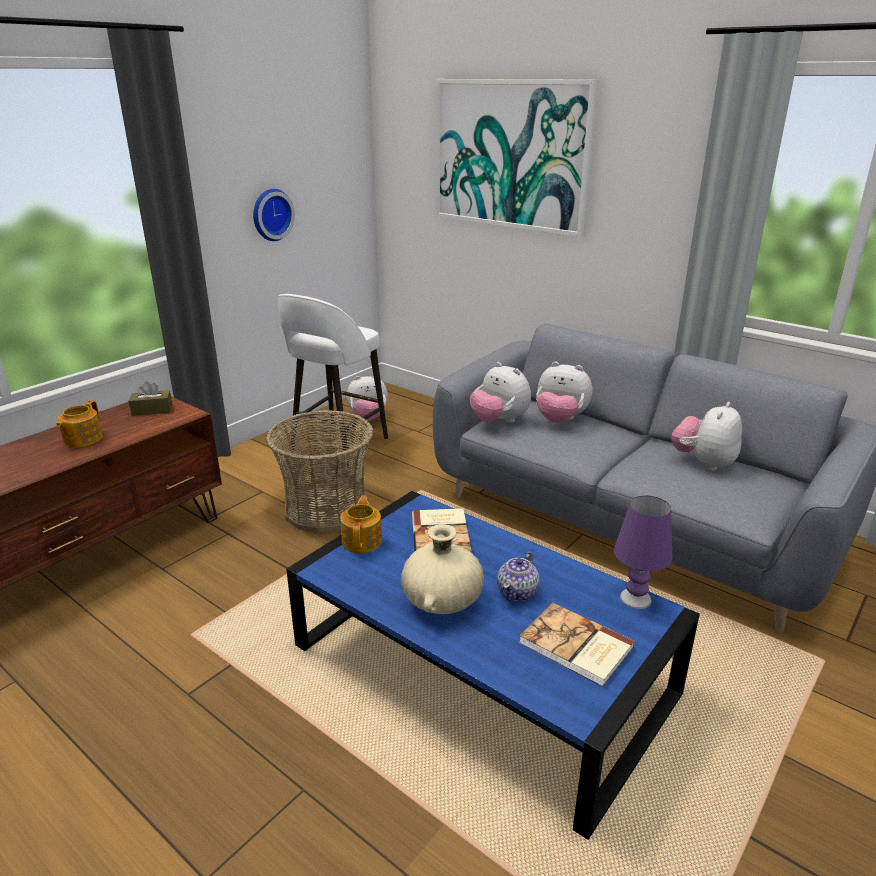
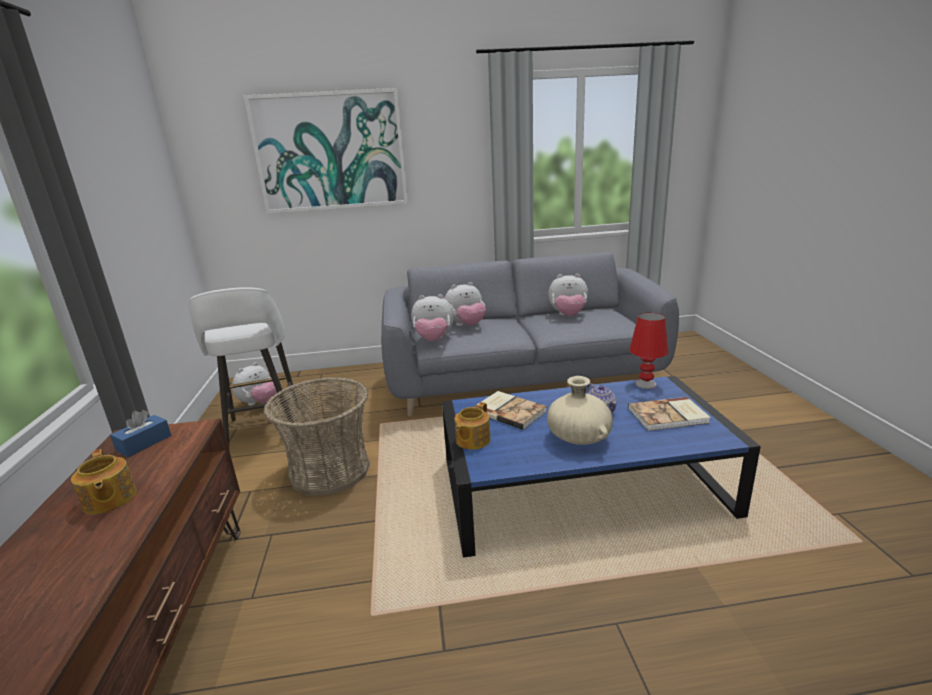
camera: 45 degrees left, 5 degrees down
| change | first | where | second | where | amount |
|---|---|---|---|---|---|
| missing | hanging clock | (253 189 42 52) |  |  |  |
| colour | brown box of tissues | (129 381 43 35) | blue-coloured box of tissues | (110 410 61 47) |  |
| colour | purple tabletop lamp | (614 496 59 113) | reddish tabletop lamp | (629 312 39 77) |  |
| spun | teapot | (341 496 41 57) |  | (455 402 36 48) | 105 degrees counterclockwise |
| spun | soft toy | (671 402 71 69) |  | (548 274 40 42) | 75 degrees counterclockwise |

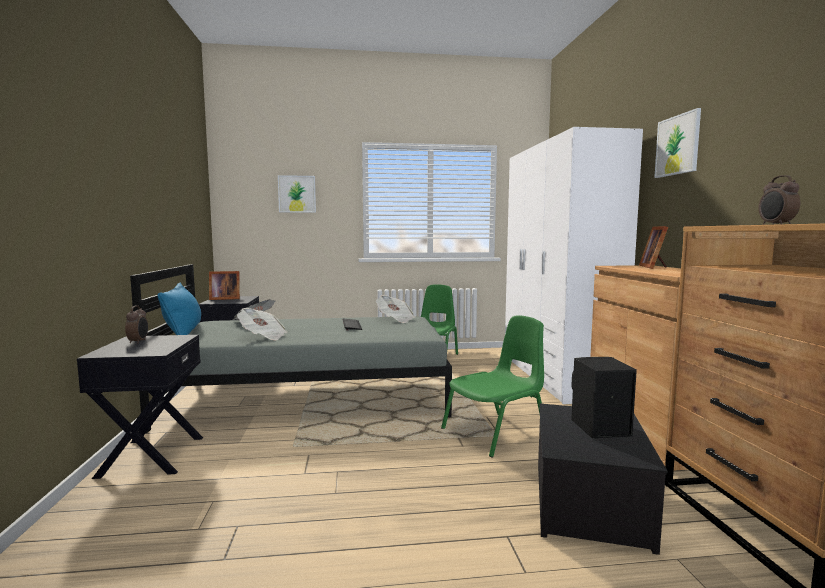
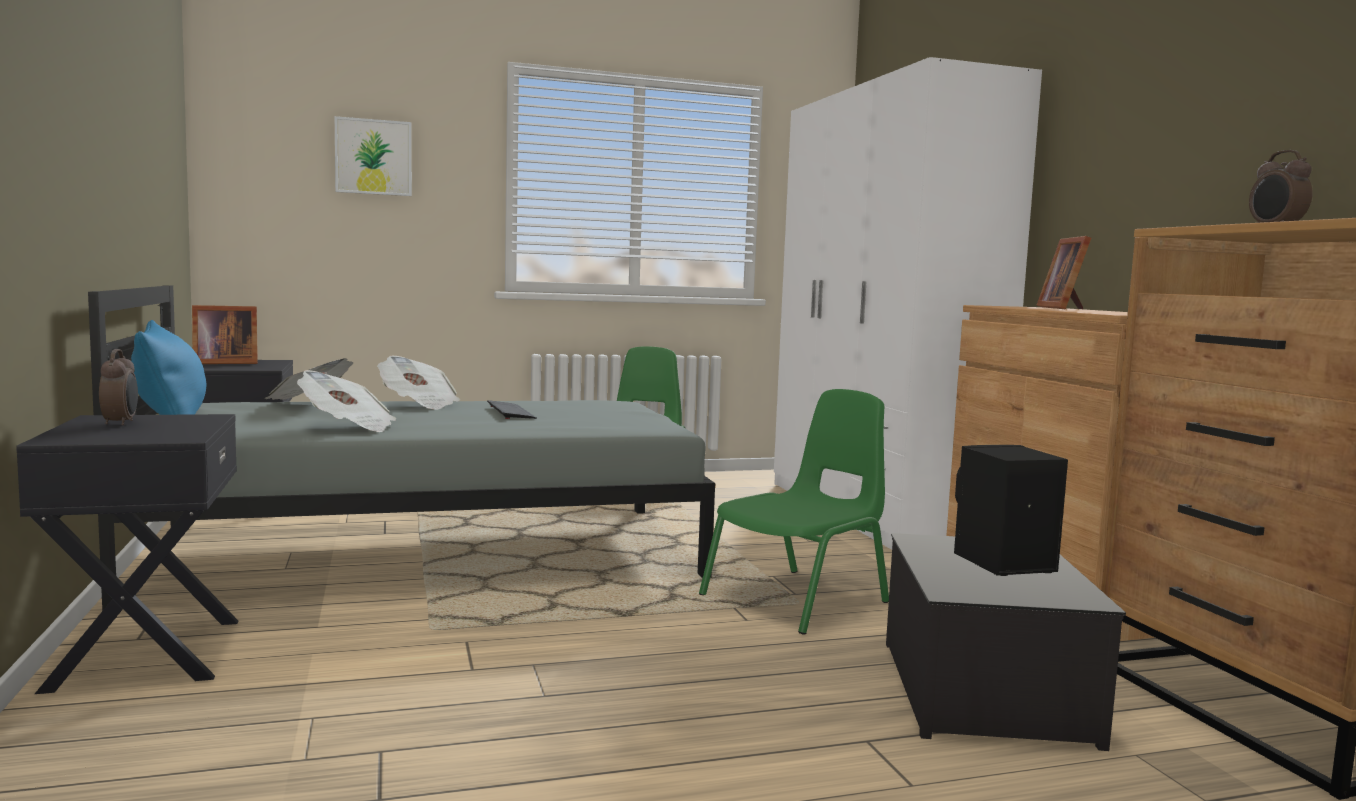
camera: 10 degrees left, 0 degrees up
| change | first | where | second | where | amount |
|---|---|---|---|---|---|
| missing | wall picture | (654 108 47 70) |  |  |  |
| relocated | newspaper | (376 295 39 28) |  | (377 356 83 54) |  |

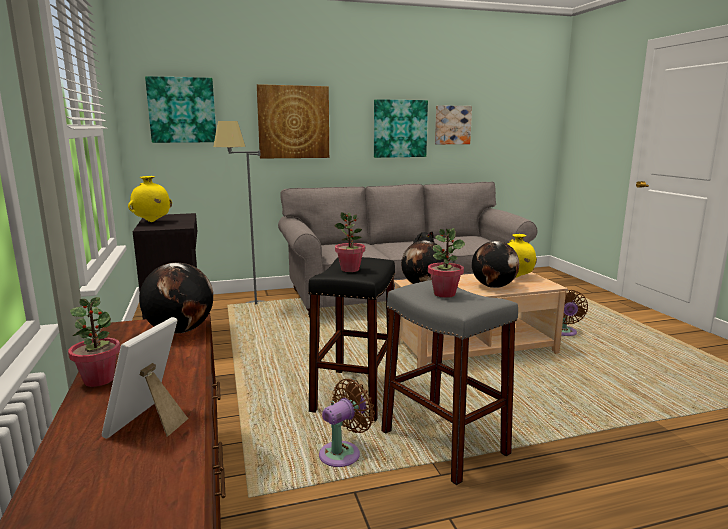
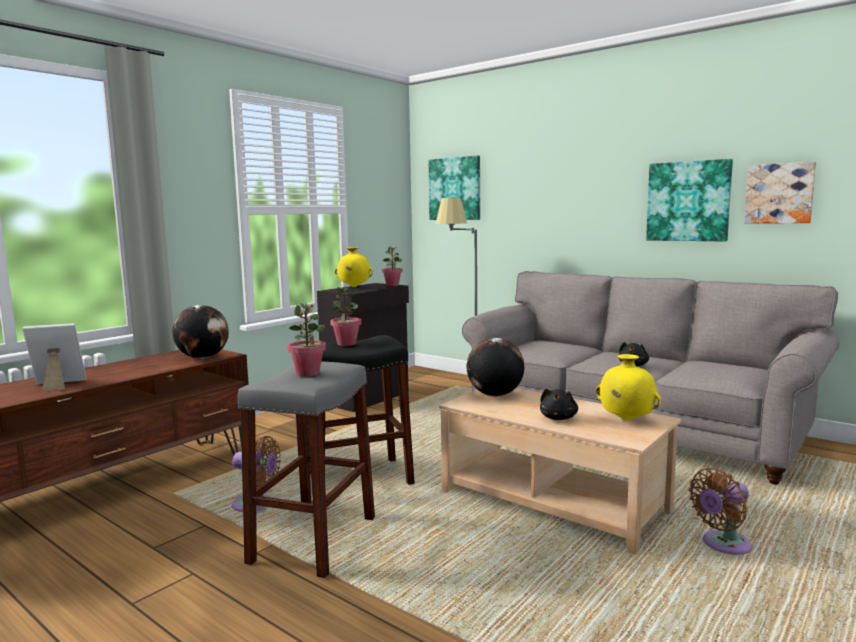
camera: 55 degrees right, 5 degrees down
| change | first | where | second | where | amount |
|---|---|---|---|---|---|
| missing | wall picture | (257 84 72 75) |  |  |  |
| relocated | potted plant | (68 297 52 90) |  | (382 246 20 40) |  |
| exchanged | world globe | (472 241 47 47) | blackish soft toy | (540 389 38 31) |  |

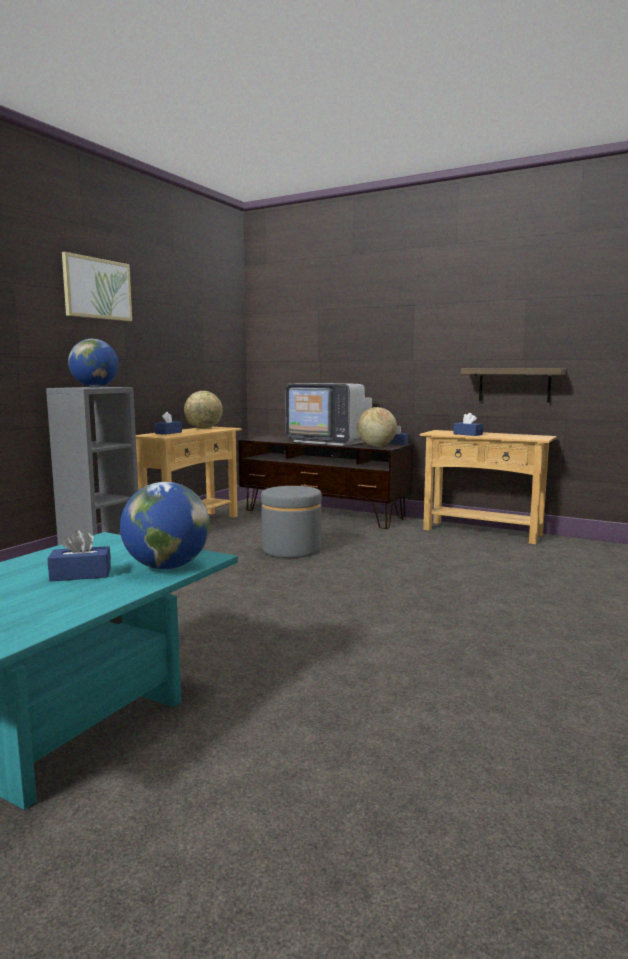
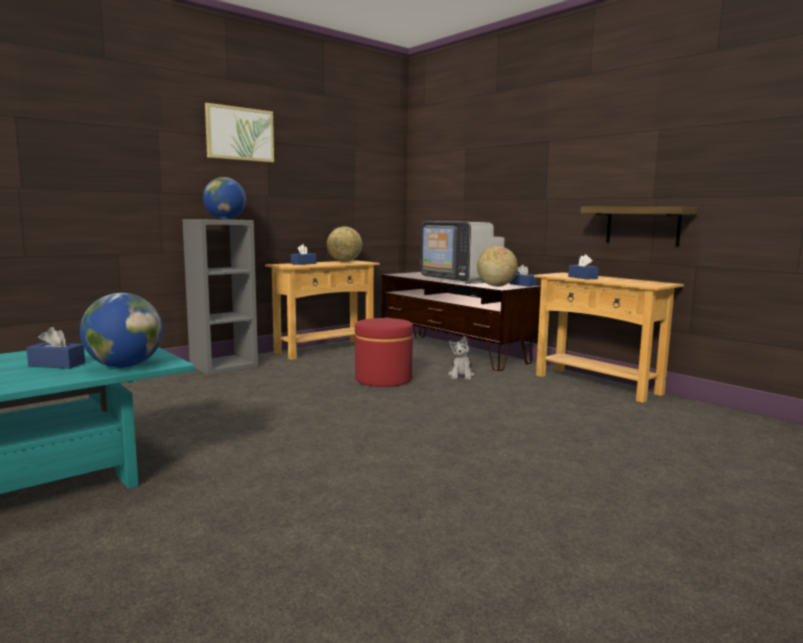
camera: 20 degrees right, 0 degrees up
| change | first | where | second | where | amount |
|---|---|---|---|---|---|
| appeared |  |  | soft toy | (448 336 27 44) |  |
| colour | grey footrest | (261 486 61 72) | reddish footrest | (355 318 58 69) |  |

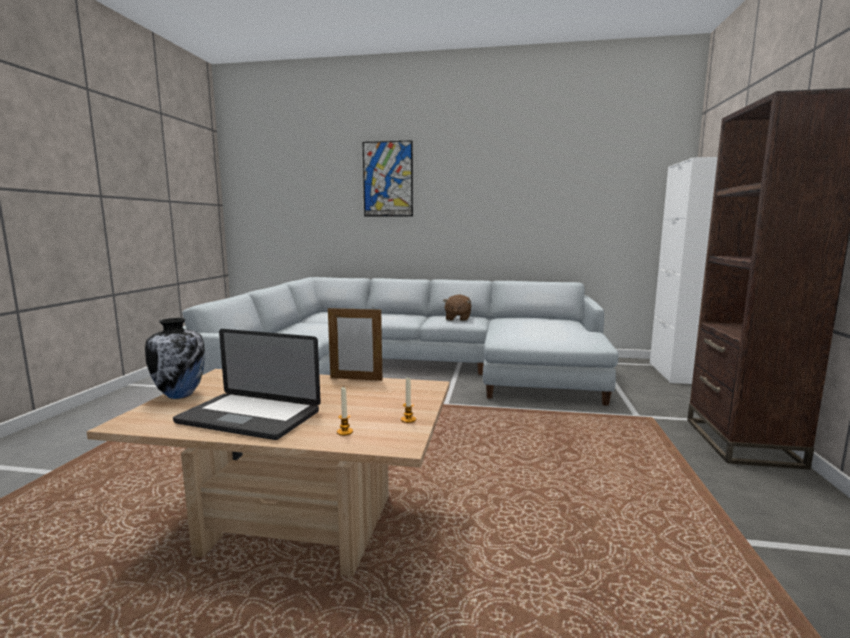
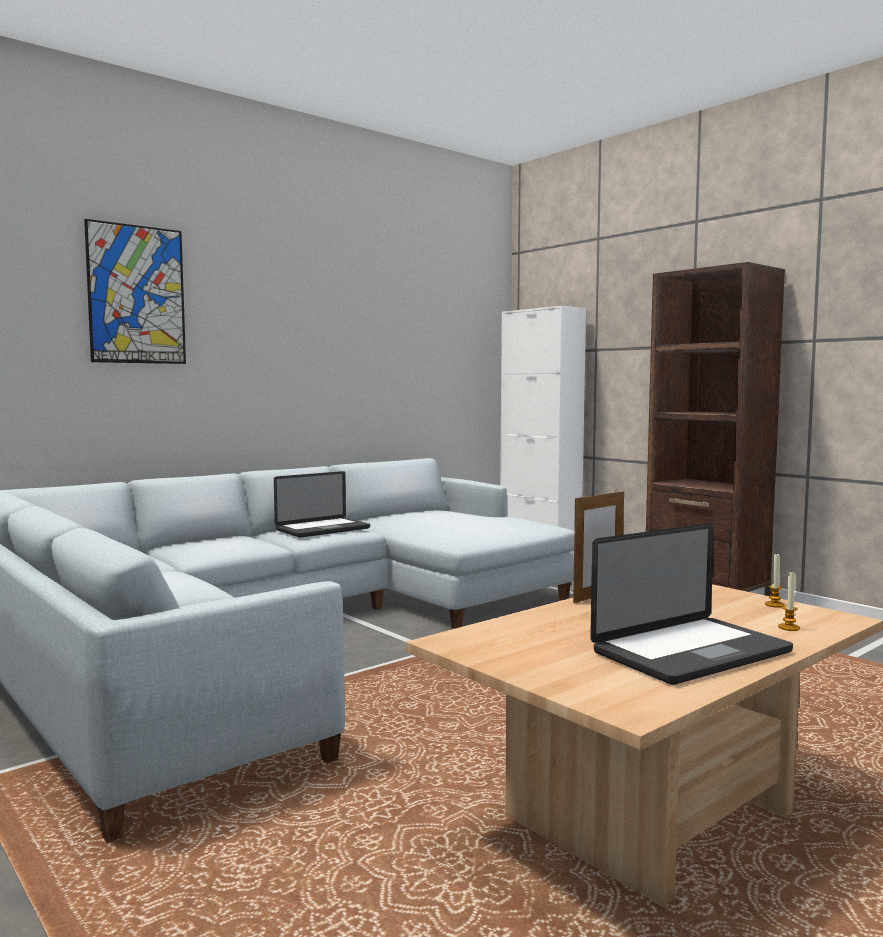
camera: 50 degrees left, 5 degrees down
| change | first | where | second | where | amount |
|---|---|---|---|---|---|
| missing | flower vase | (145 318 60 81) |  |  |  |
| exchanged | brown soft toy | (443 294 28 27) | portable computer | (274 471 96 67) |  |

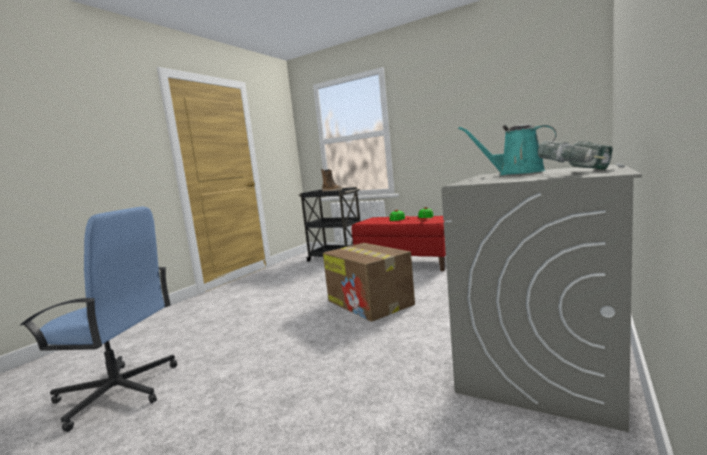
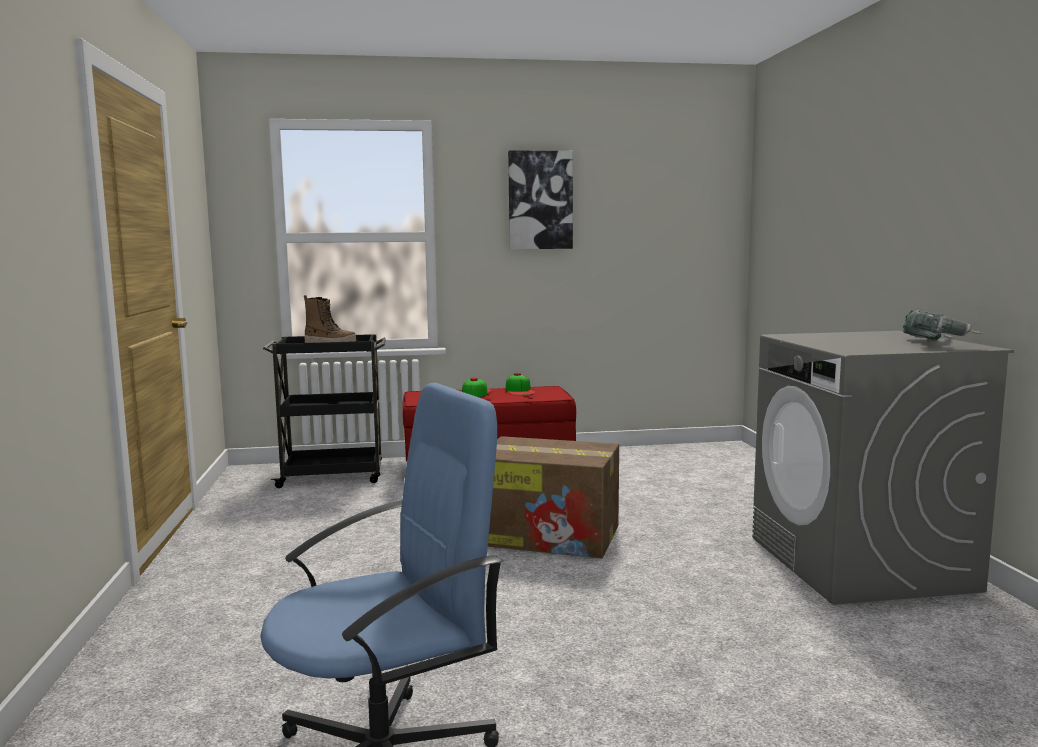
camera: 40 degrees left, 0 degrees up
| change | first | where | second | where | amount |
|---|---|---|---|---|---|
| missing | blue-green watering can | (458 124 99 51) |  |  |  |
| appeared |  |  | wall picture | (508 150 65 99) |  |

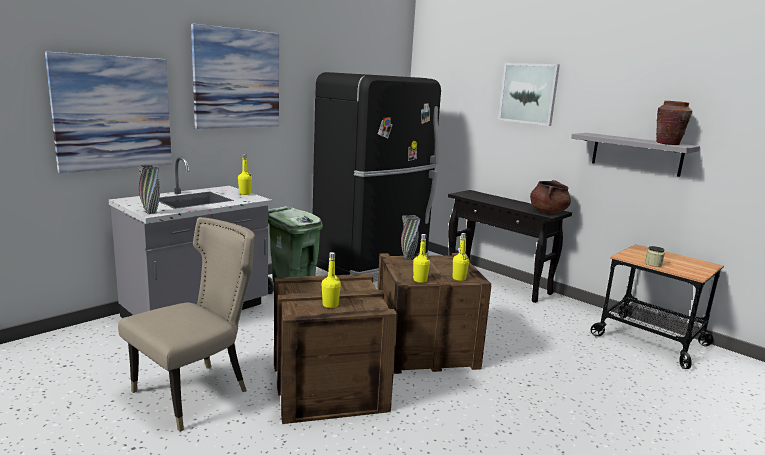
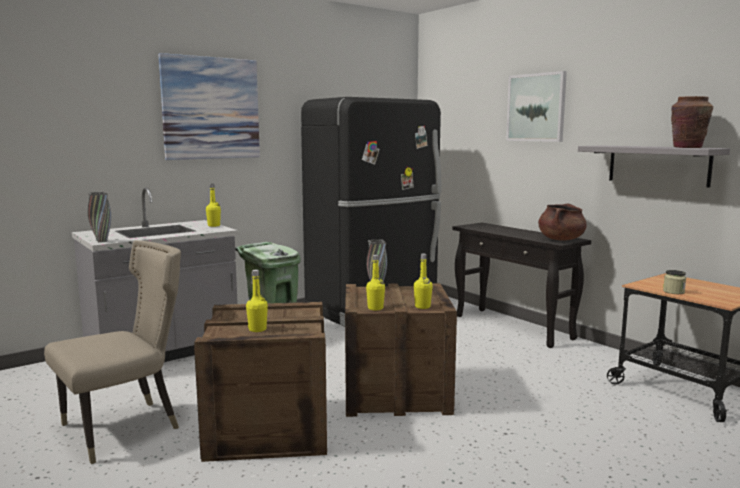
camera: 10 degrees right, 5 degrees down
| change | first | where | second | where | amount |
|---|---|---|---|---|---|
| missing | wall picture | (45 51 127 122) |  |  |  |

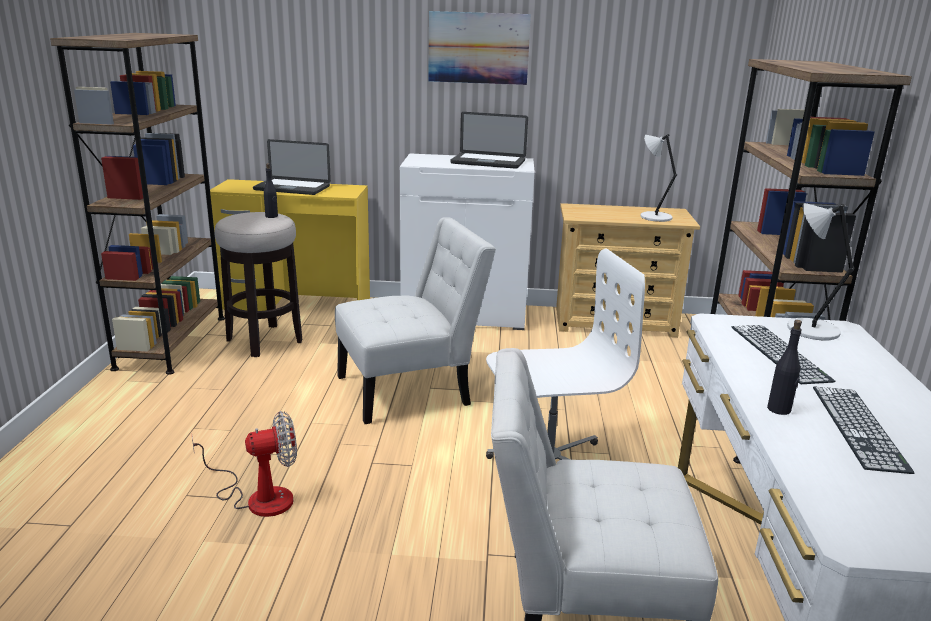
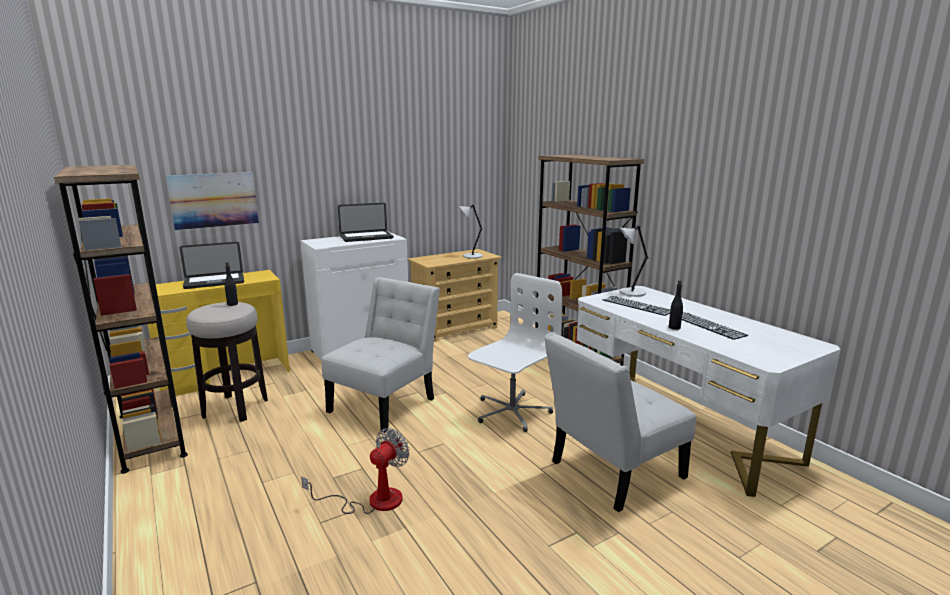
camera: 35 degrees left, 5 degrees down
| change | first | where | second | where | amount |
|---|---|---|---|---|---|
| relocated | wall picture | (428 11 103 74) |  | (166 172 93 58) |  |

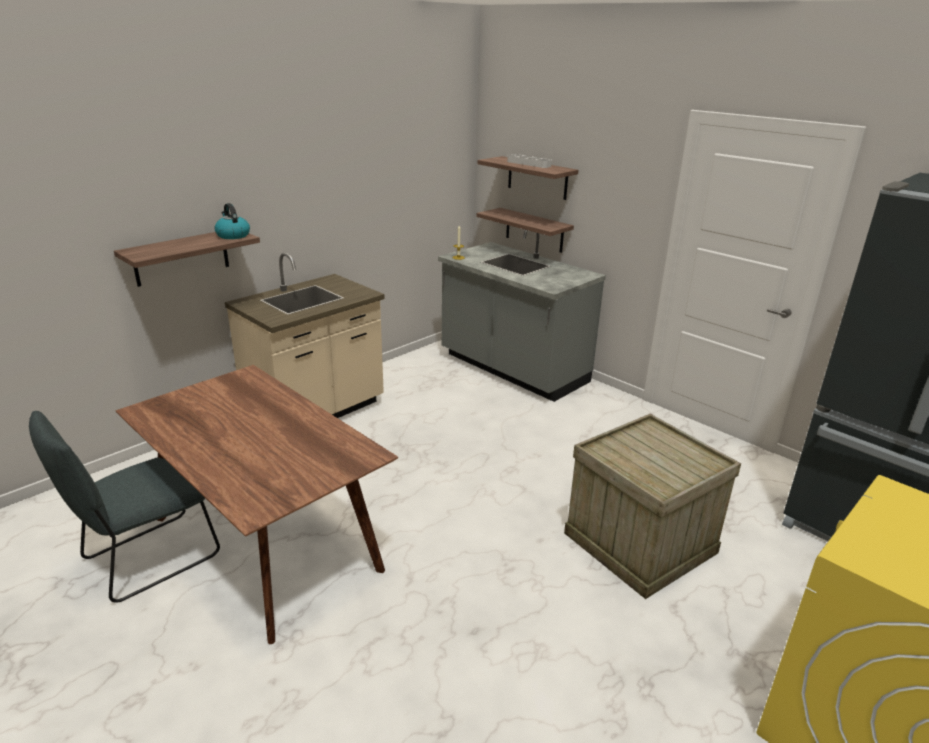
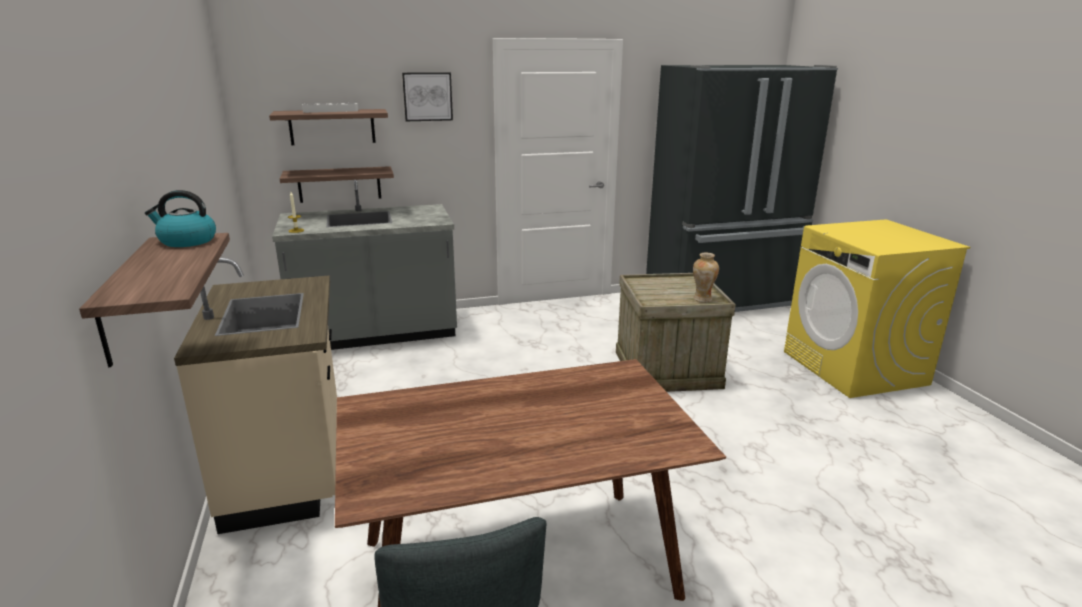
camera: 60 degrees left, 5 degrees down
| change | first | where | second | where | amount |
|---|---|---|---|---|---|
| appeared |  |  | wall picture | (402 72 51 49) |  |
| appeared |  |  | flower vase | (693 252 26 50) |  |

